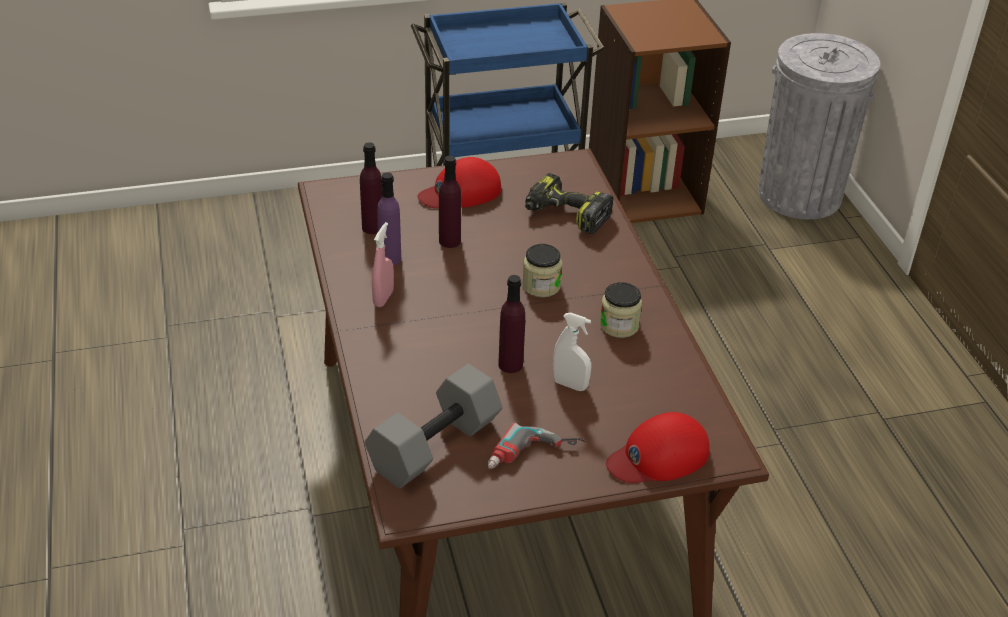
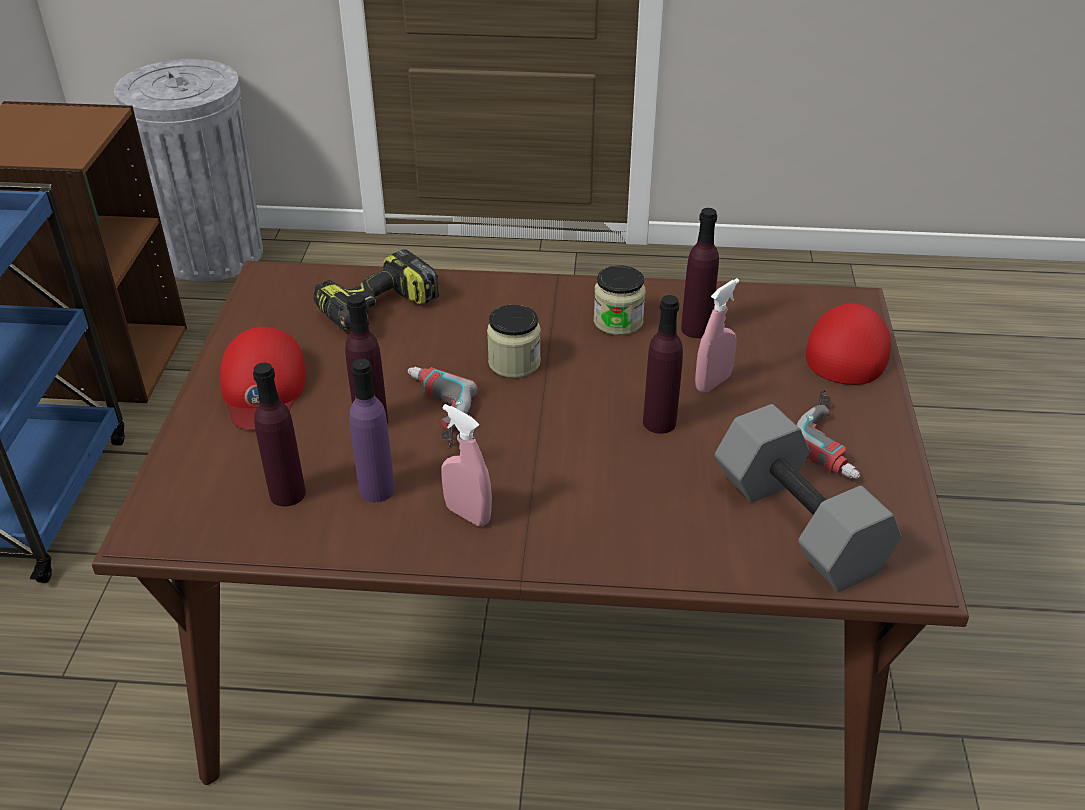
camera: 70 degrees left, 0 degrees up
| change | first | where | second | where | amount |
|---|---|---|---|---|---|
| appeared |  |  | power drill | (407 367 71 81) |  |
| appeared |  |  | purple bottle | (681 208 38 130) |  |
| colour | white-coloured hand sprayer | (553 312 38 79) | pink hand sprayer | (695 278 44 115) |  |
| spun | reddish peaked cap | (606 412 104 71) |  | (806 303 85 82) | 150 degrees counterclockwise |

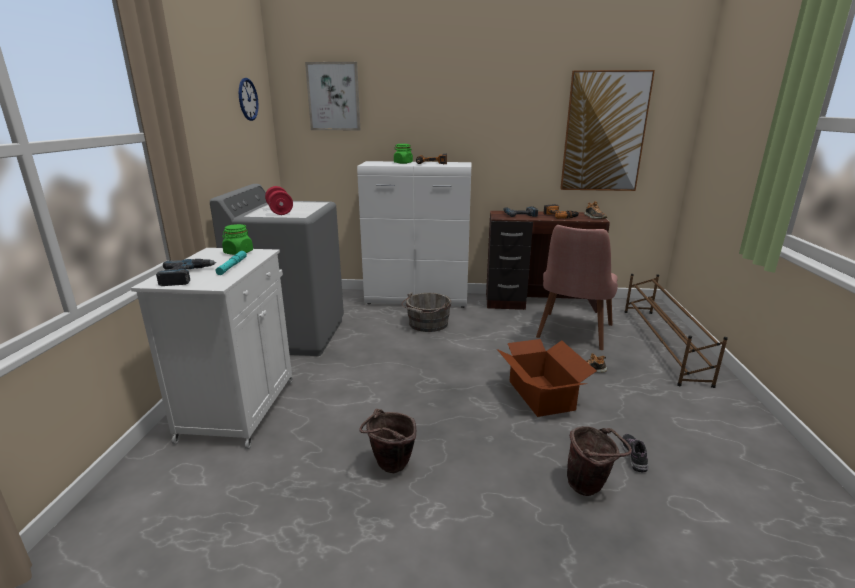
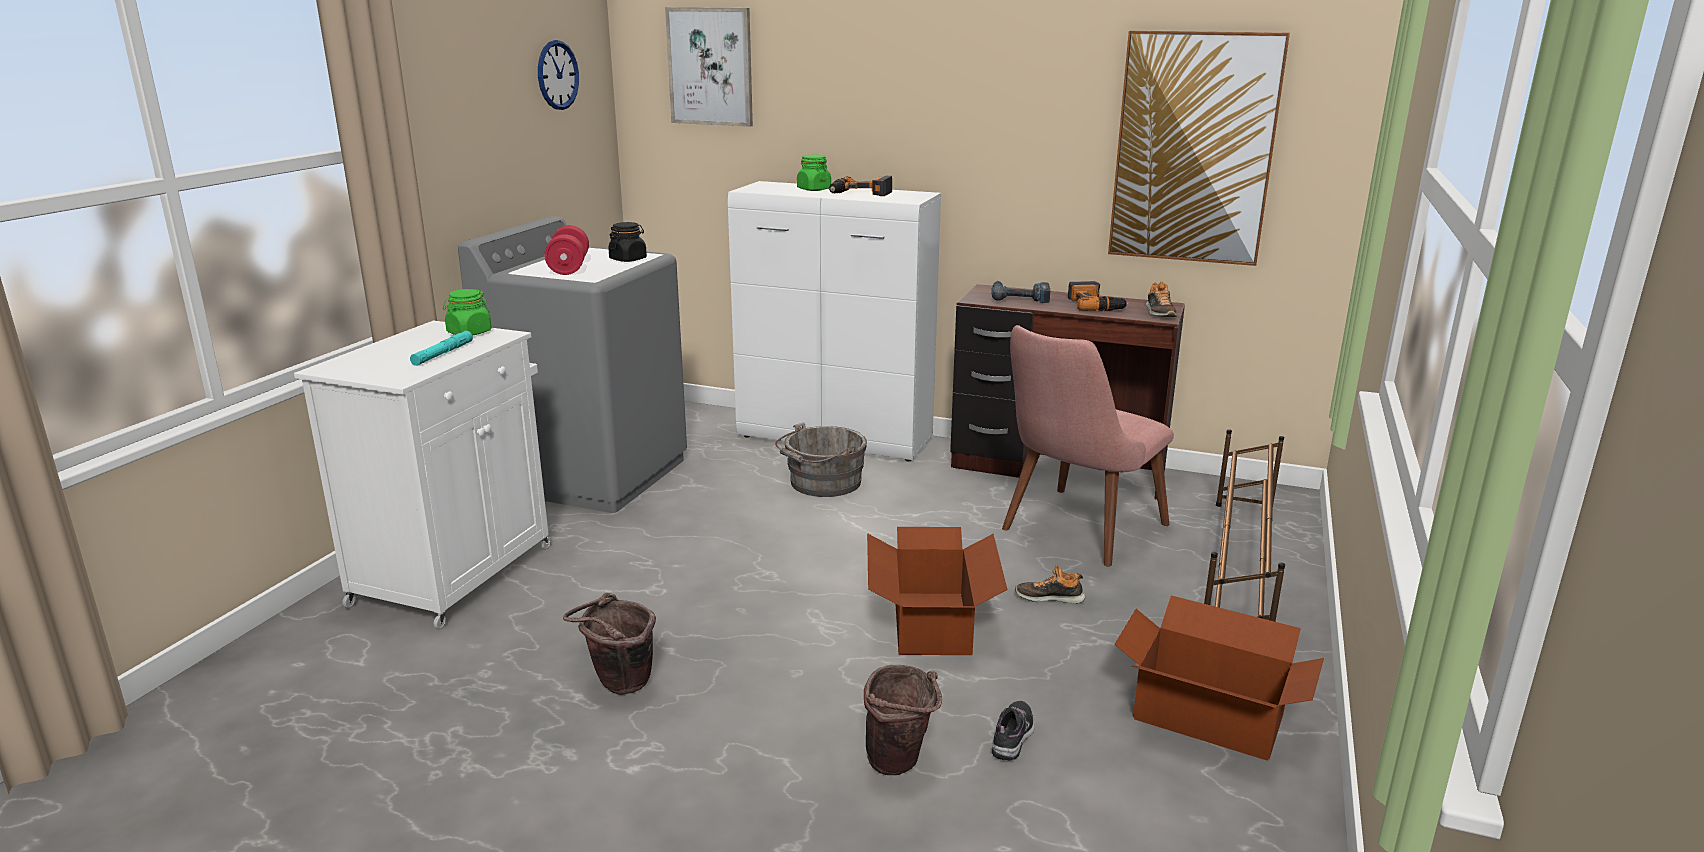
camera: 15 degrees right, 0 degrees up
| change | first | where | second | where | amount |
|---|---|---|---|---|---|
| missing | power drill | (156 259 60 27) |  |  |  |
| appeared |  |  | blackish preserve jar | (608 222 39 40) |  |
| appeared |  |  | carton | (1114 595 210 166) |  |

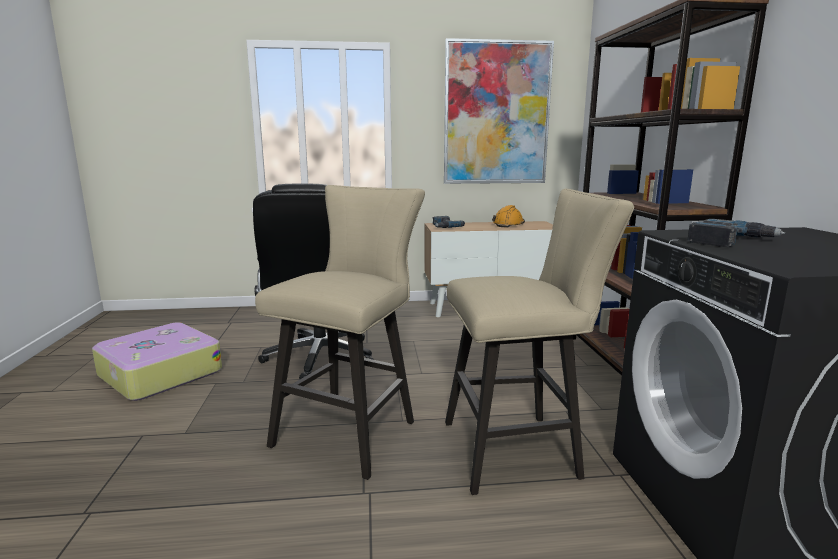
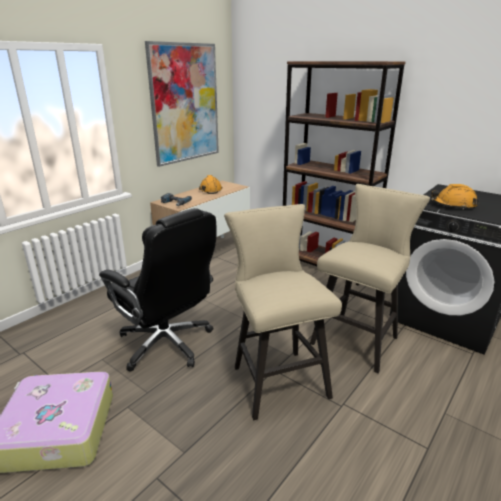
camera: 45 degrees left, 10 degrees up
| change | first | where | second | where | amount |
|---|---|---|---|---|---|
| exchanged | power drill | (687 219 98 28) | orangey hard hat | (431 184 48 26) |  |

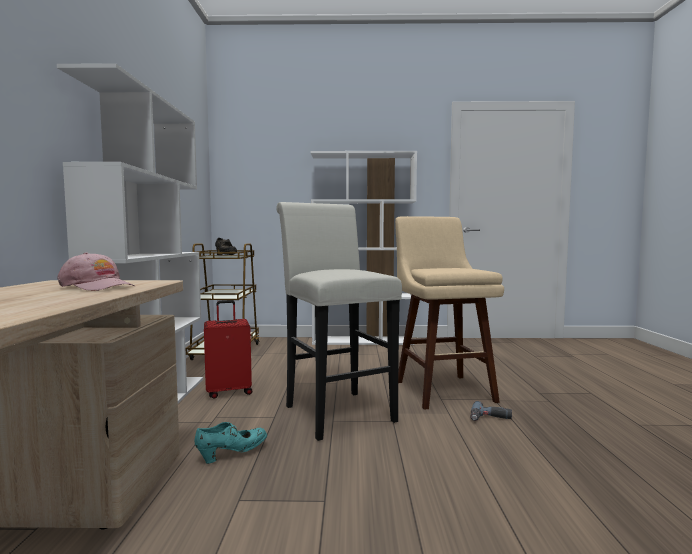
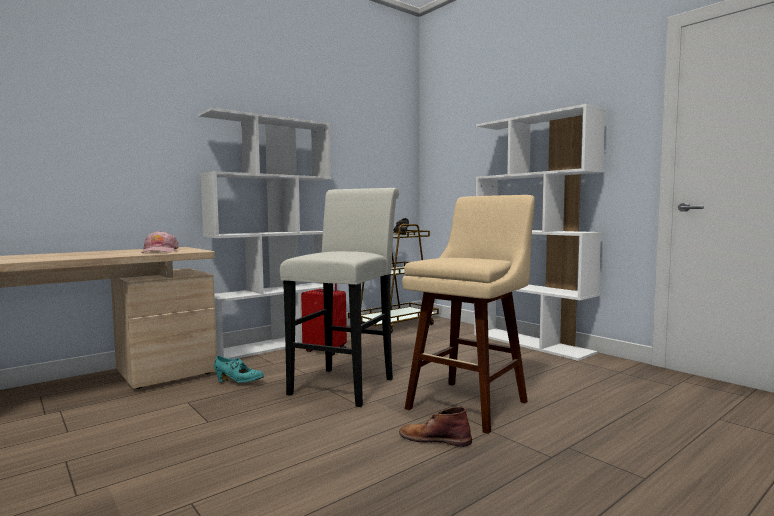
camera: 50 degrees right, 0 degrees up
| change | first | where | second | where | amount |
|---|---|---|---|---|---|
| exchanged | power drill | (470 401 42 20) | brown high-top boot | (399 407 73 40) |  |

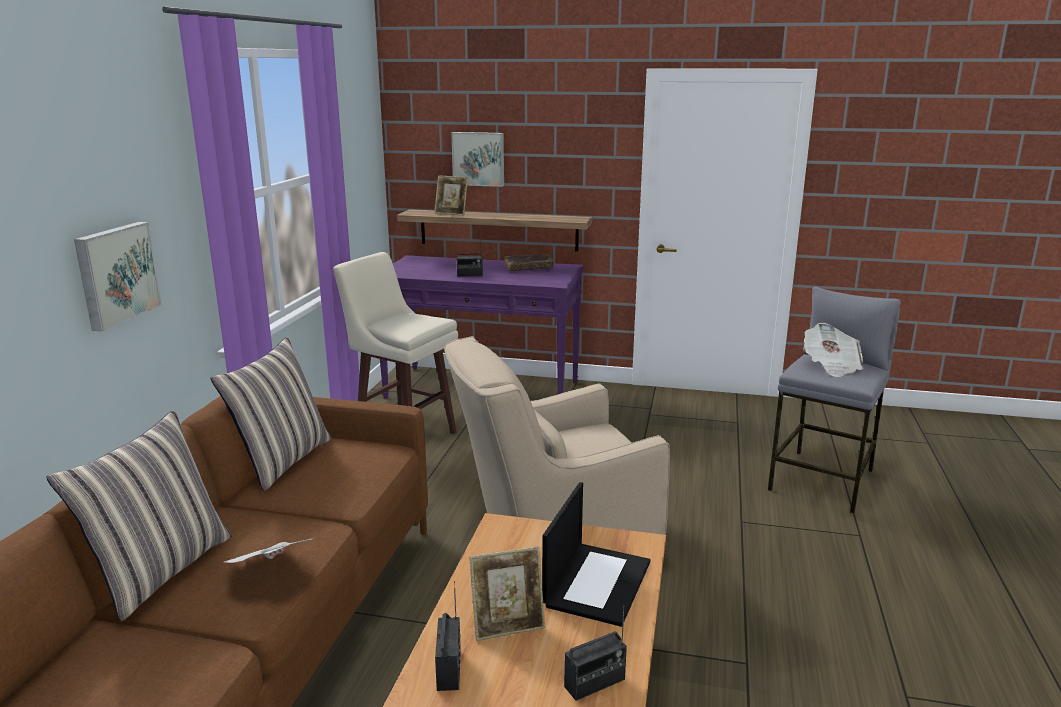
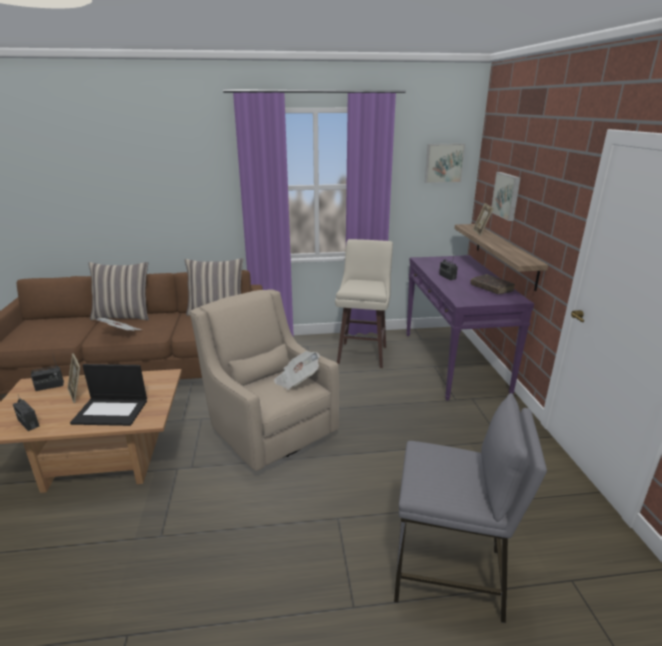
camera: 70 degrees right, 5 degrees up
| change | first | where | second | where | amount |
|---|---|---|---|---|---|
| relocated | wall picture | (74 222 88 110) |  | (425 144 40 39) |  |
| relocated | newspaper | (803 323 60 54) |  | (274 351 46 39) |  |

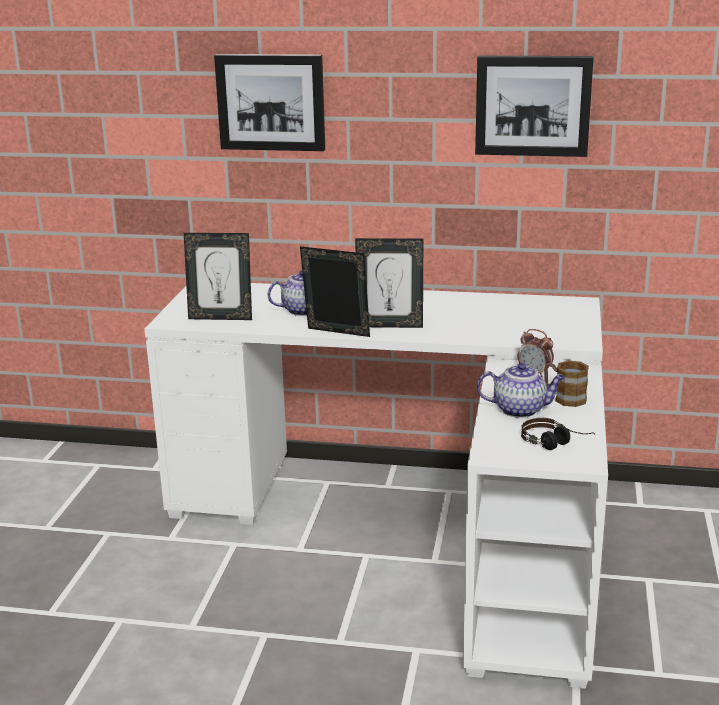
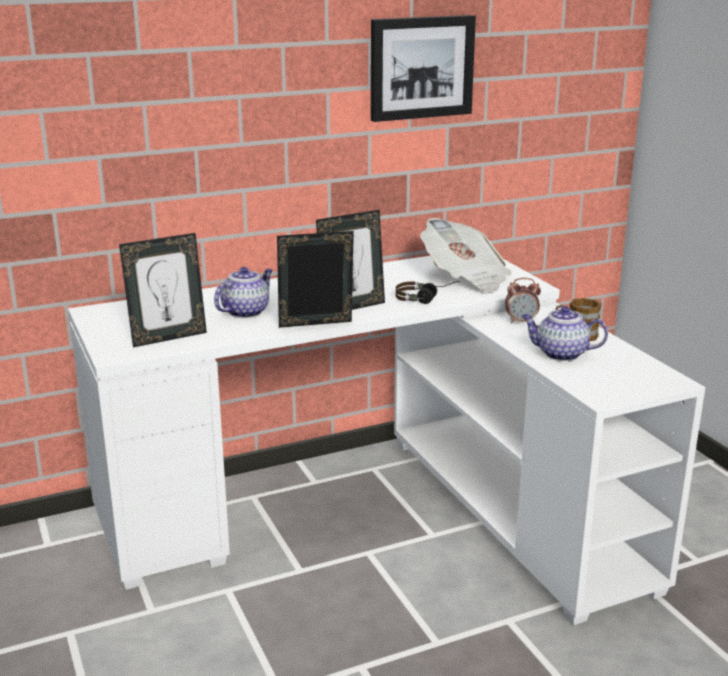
camera: 35 degrees left, 0 degrees up
| change | first | where | second | where | amount |
|---|---|---|---|---|---|
| missing | wall picture | (214 54 111 97) |  |  |  |
| appeared |  |  | newspaper | (420 218 92 75) |  |
| relocated | headphones | (521 418 74 32) |  | (395 281 65 23) |  |
| spun | teapot | (477 363 88 55) |  | (522 306 86 55) | 135 degrees counterclockwise |

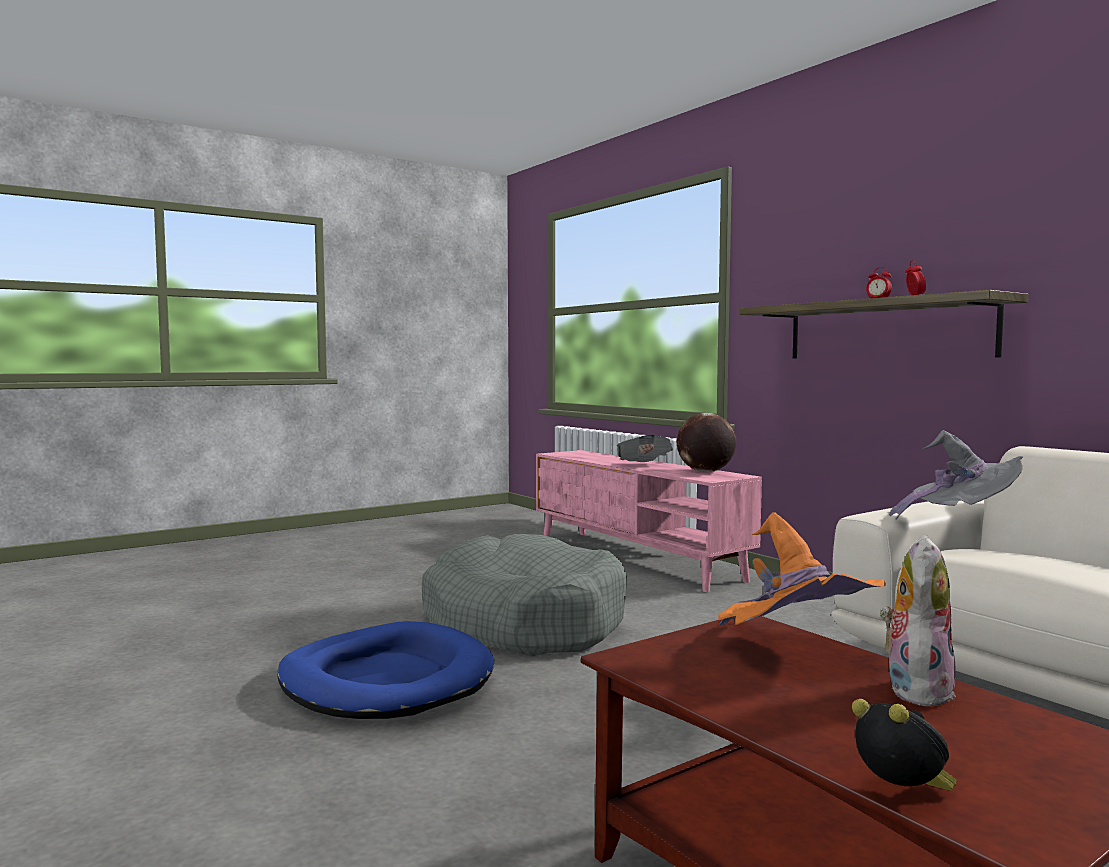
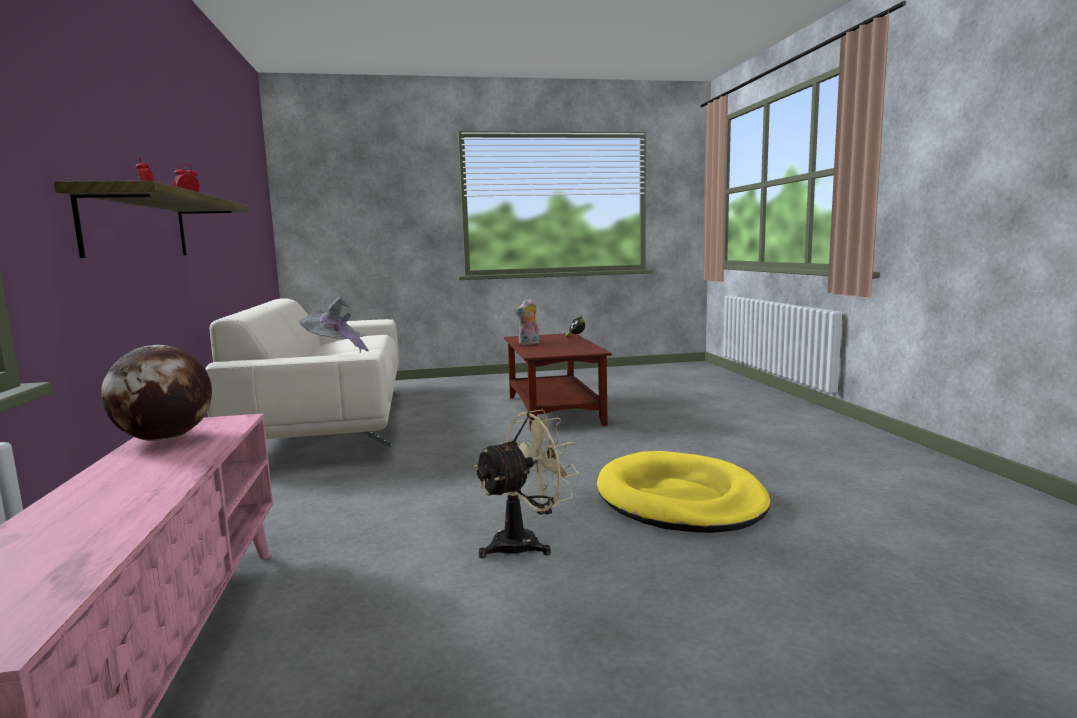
camera: 155 degrees left, 5 degrees up
| change | first | where | second | where | amount |
|---|---|---|---|---|---|
| missing | newspaper | (617 435 56 27) |  |  |  |
| missing | orangey hat | (718 512 168 113) |  |  |  |
| exchanged | grey pet bed | (422 534 205 122) | beige electric fan | (473 409 106 149) |  |
| colour | blue-coloured pet bed | (278 621 216 98) | yellowish pet bed | (597 451 173 82) |  |

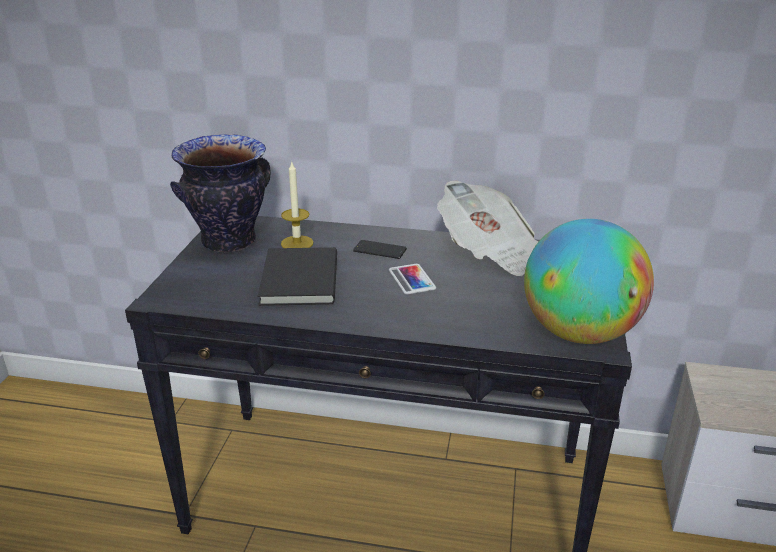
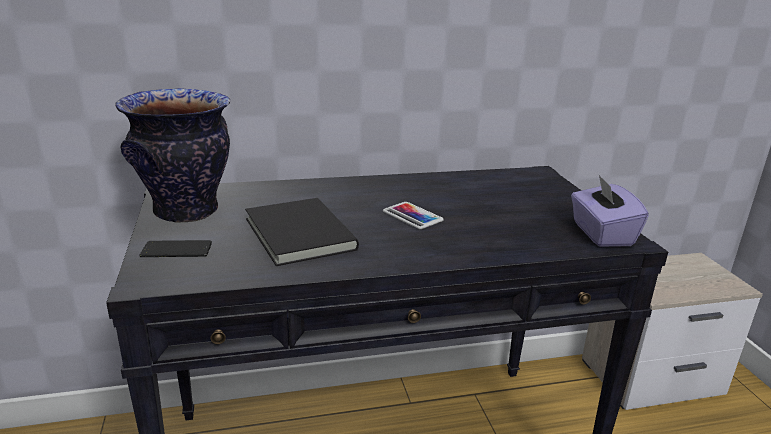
camera: 25 degrees left, 5 degrees down
| change | first | where | second | where | amount |
|---|---|---|---|---|---|
| missing | wax light | (281 162 32 86) |  |  |  |
| missing | newspaper | (437 180 102 96) |  |  |  |
| relocated | telephone | (353 240 54 19) |  | (140 240 72 17) |  |
| exchanged | world globe | (524 219 130 125) | purple box of tissues | (571 175 78 72) |  |

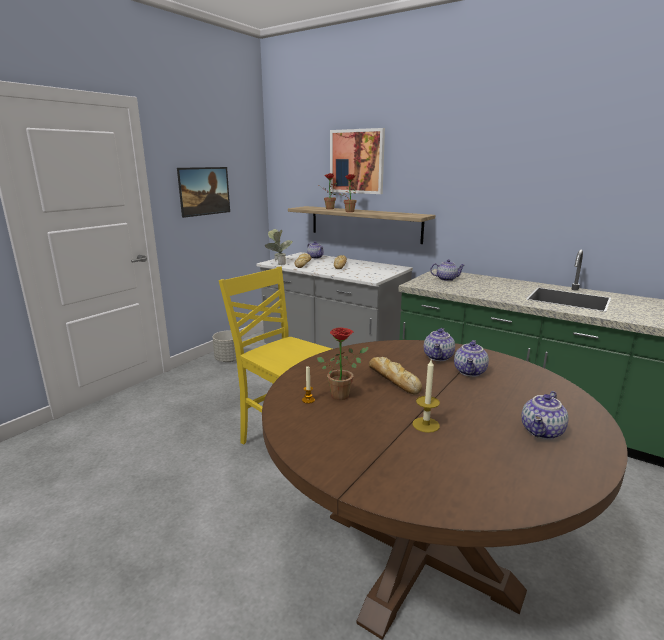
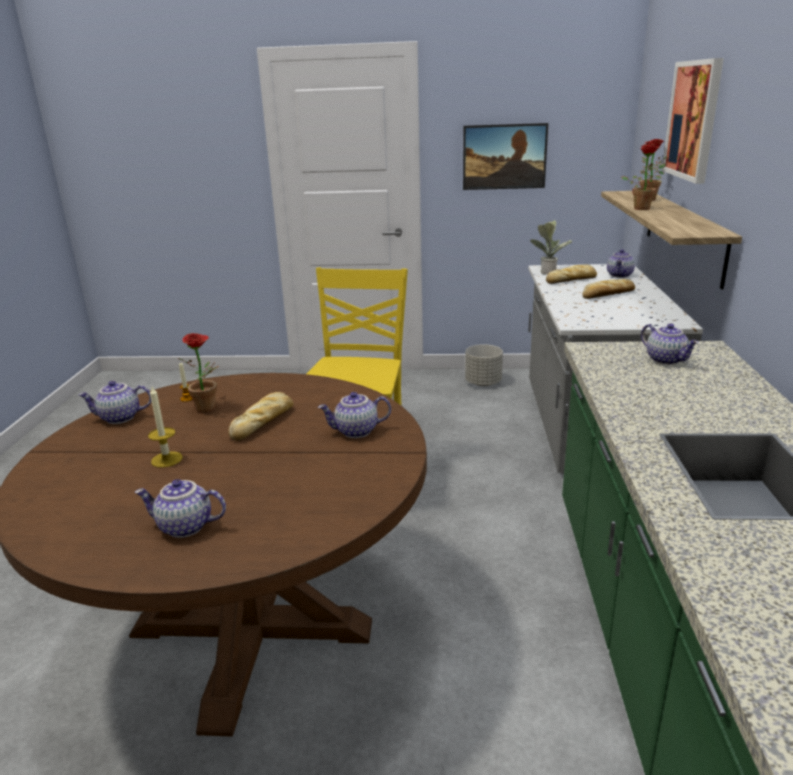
camera: 60 degrees right, 5 degrees up
| change | first | where | second | where | amount |
|---|---|---|---|---|---|
| relocated | teapot | (454 340 35 37) |  | (78 381 73 43) |  |

